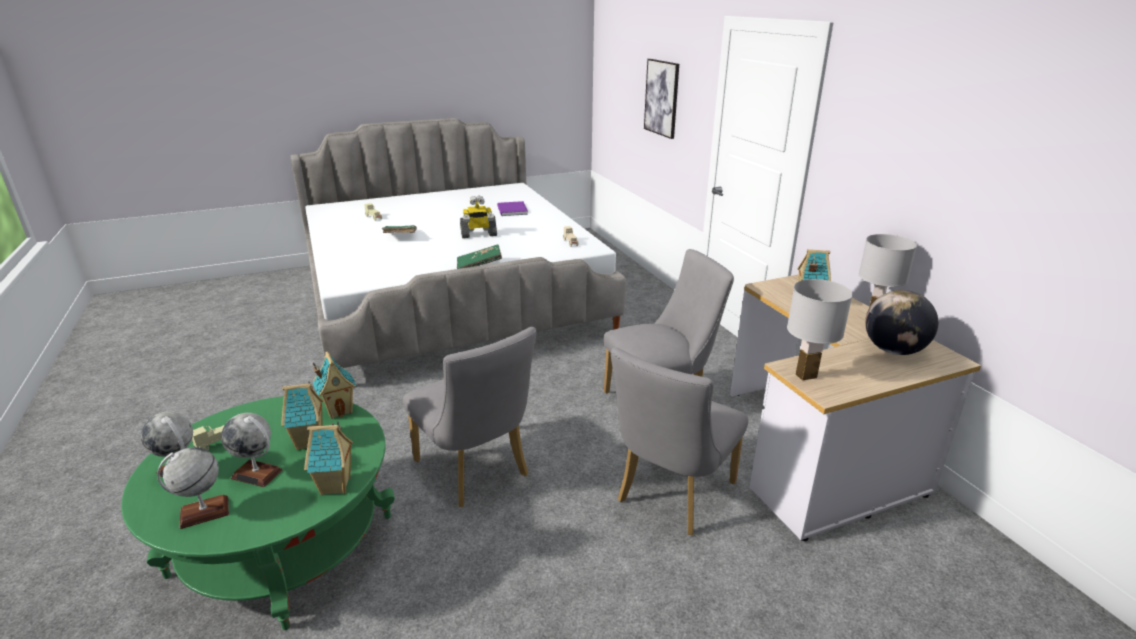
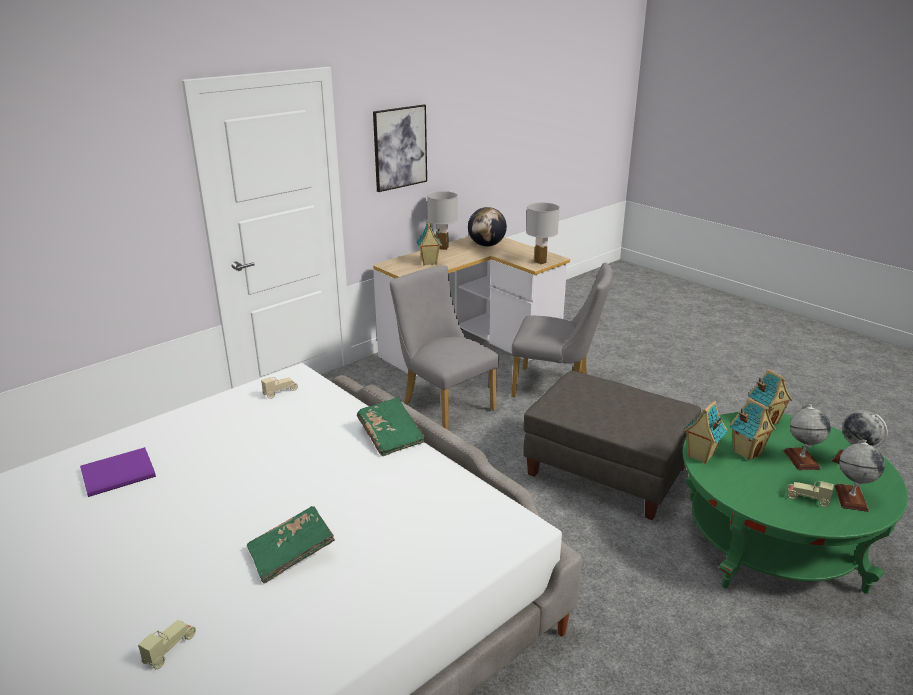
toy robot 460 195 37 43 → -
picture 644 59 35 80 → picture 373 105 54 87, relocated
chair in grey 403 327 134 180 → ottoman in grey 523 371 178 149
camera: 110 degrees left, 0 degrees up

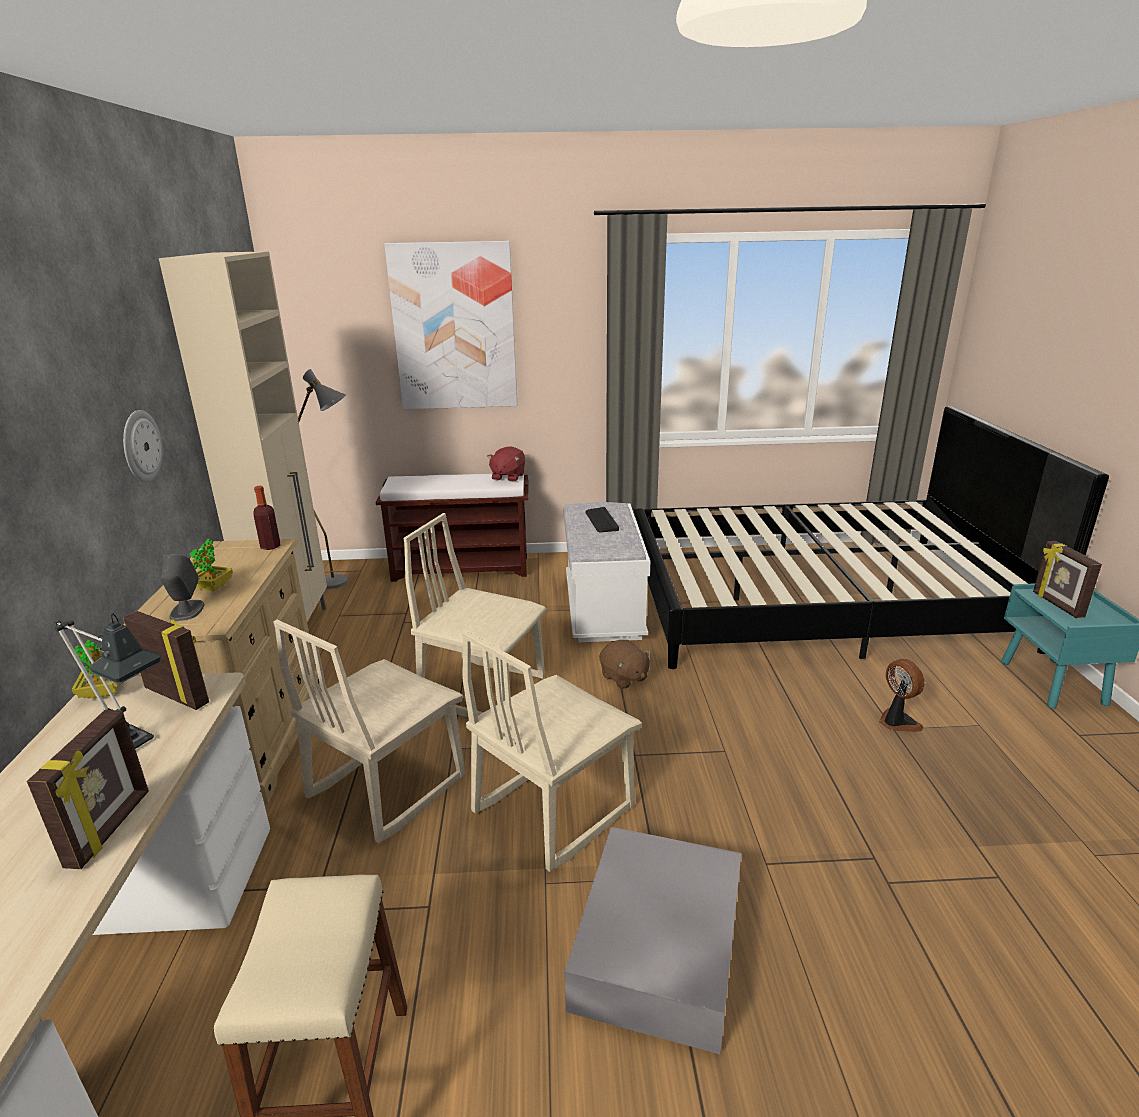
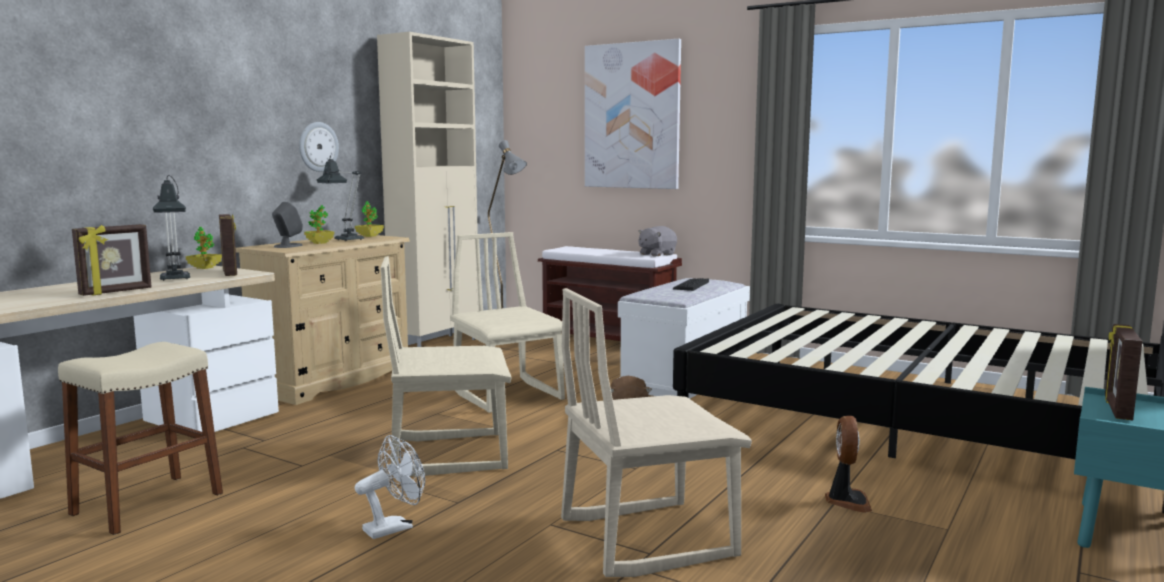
bottle 253 486 27 64 → -
- → table lamp 317 155 47 86
- → potted plant 355 201 29 36
chair in beige 274 620 191 224 → chair in beige 561 288 191 289, relocated
storage box in grey 565 827 176 227 → fan in white 355 435 70 104
plush toy in red 487 446 38 36 → plush toy in grey 638 226 39 31
camera: 35 degrees right, 15 degrees down

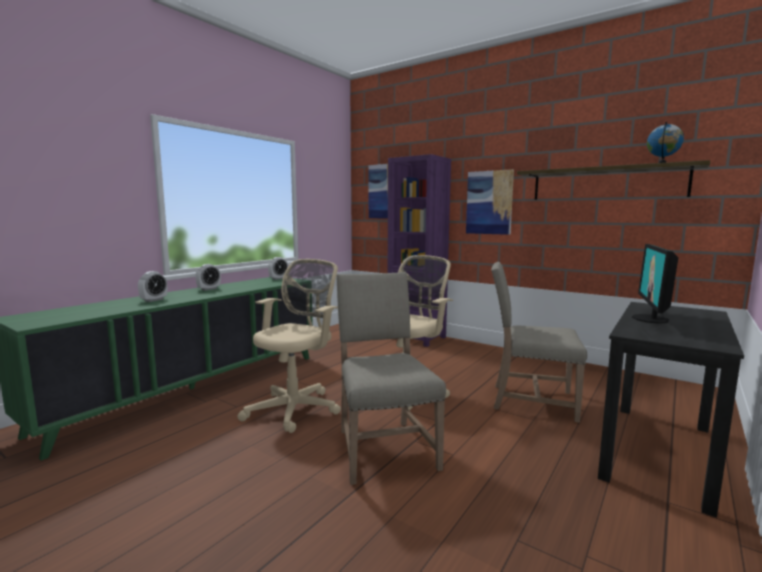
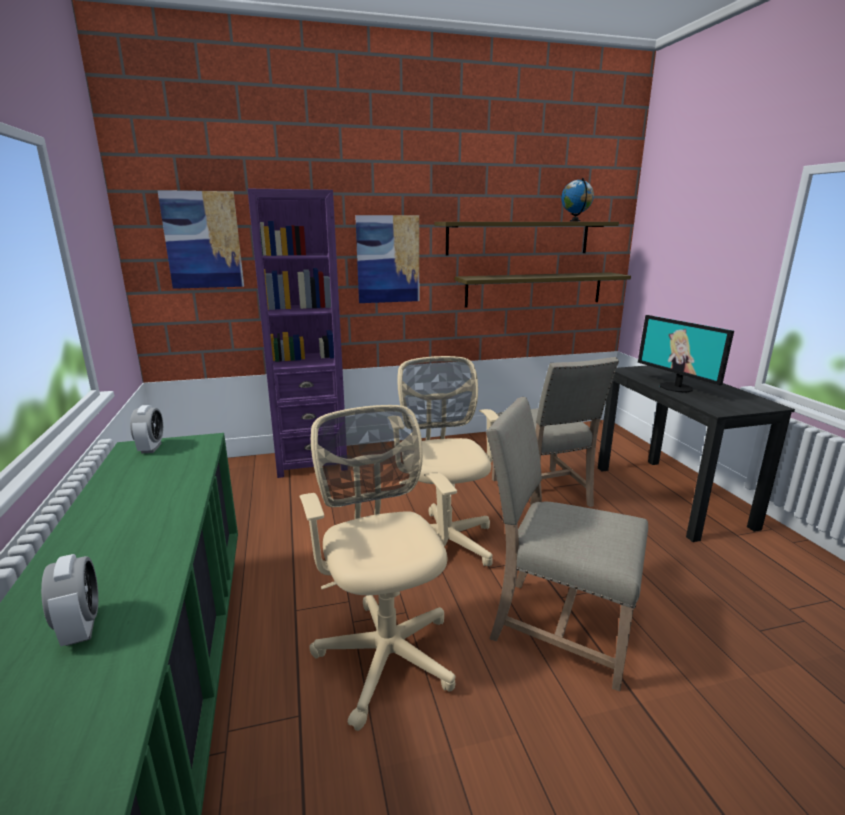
alarm clock 196 264 25 27 → -
- → shelf 455 272 176 36
chair in beige 491 262 96 161 → chair in beige 492 357 127 150, 75 degrees counterclockwise
camera: 50 degrees left, 10 degrees up

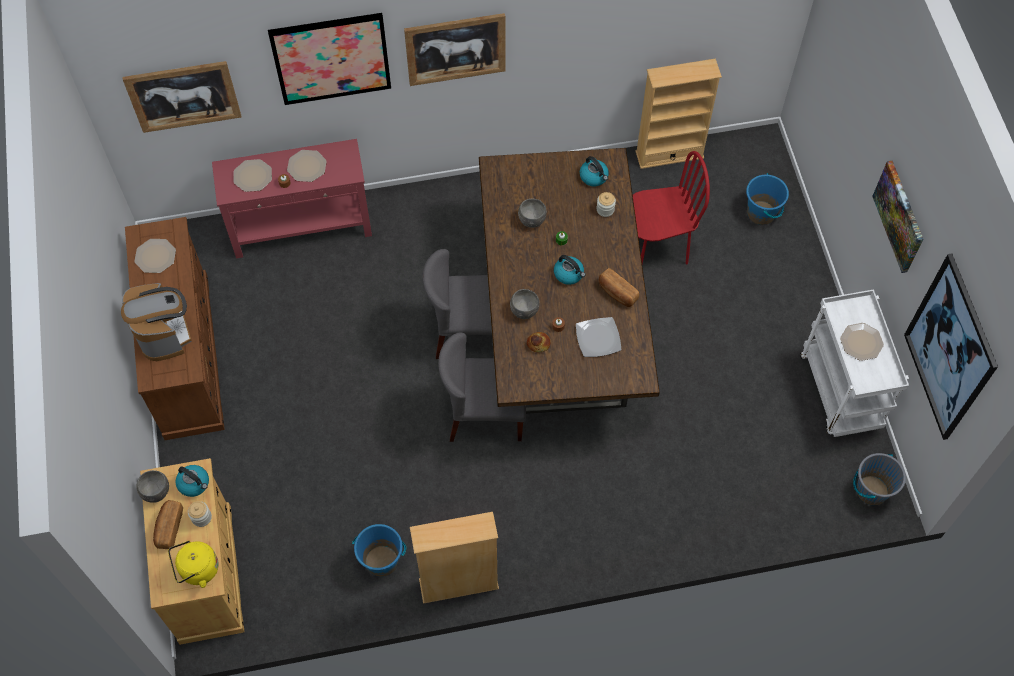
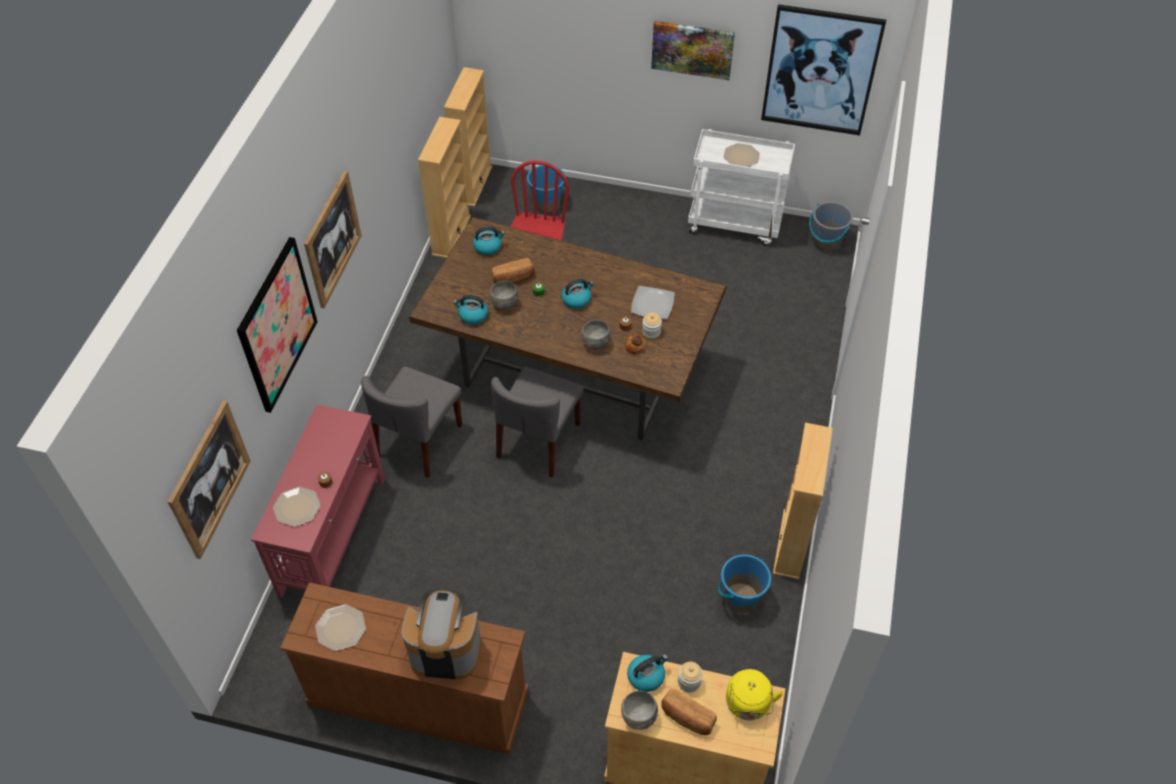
plate 287 150 40 32 → -
- → bookcase in beige 444 67 48 140
- → kettle 453 295 35 30
chair in grey 438 333 88 109 → chair in grey 361 366 101 112, relocated
jar 596 192 20 25 → jar 642 313 20 26, relocated
bread 598 268 41 39 → bread 491 258 44 25, relocated
camera: 65 degrees left, 10 degrees down

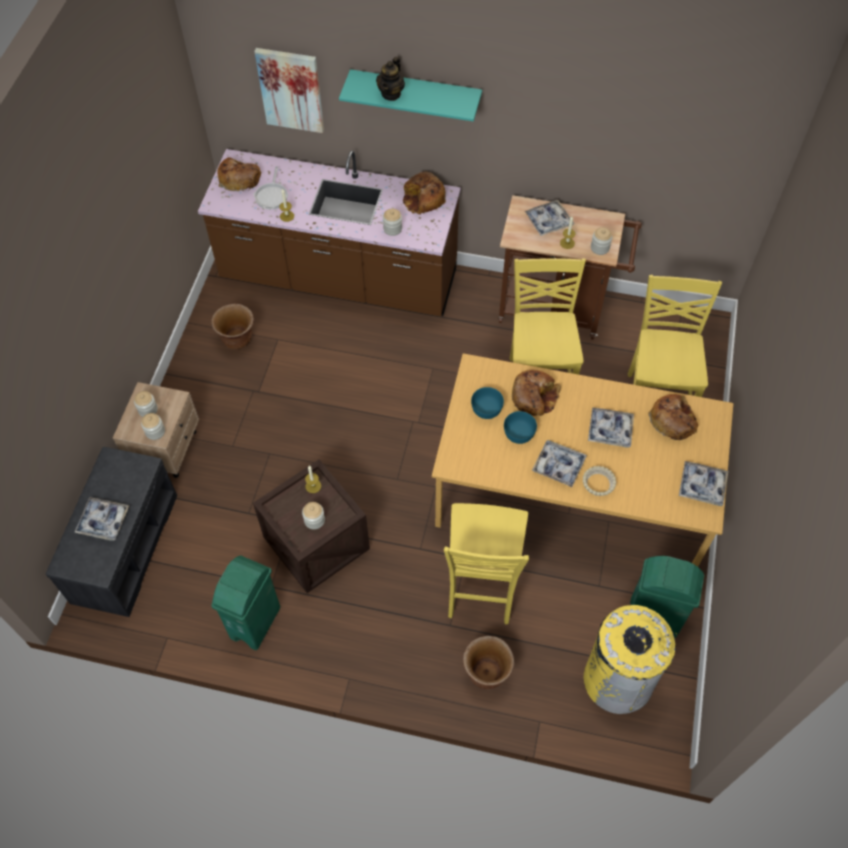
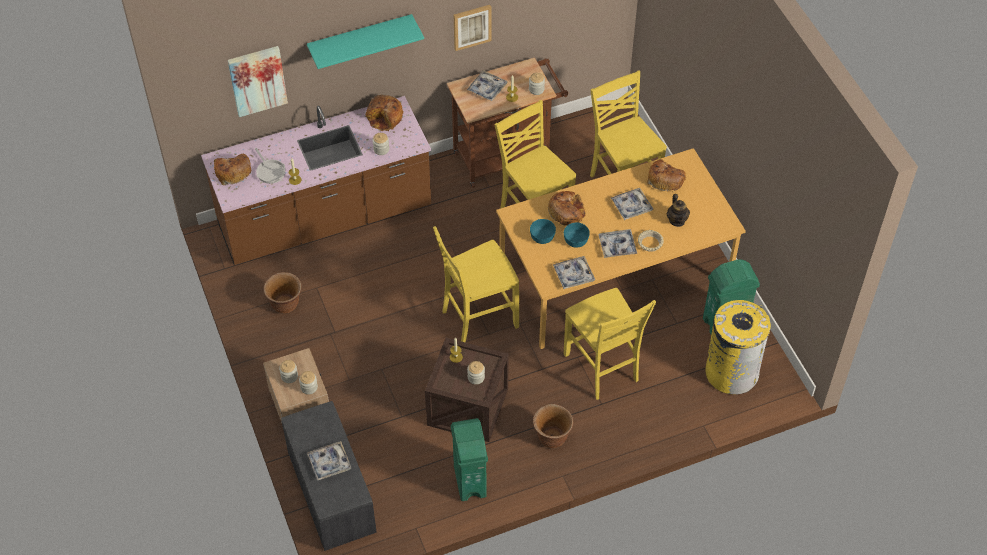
- → chair in yellow 433 226 86 117
- → picture 454 5 37 46
teapot 376 57 29 44 → teapot 667 194 23 33, relocated
planter in brown 463 636 51 53 → planter in brown 533 404 41 44, relocated
tray 679 461 49 45 → tray 553 256 42 33, relocated
camera: 35 degrees left, 5 degrees down

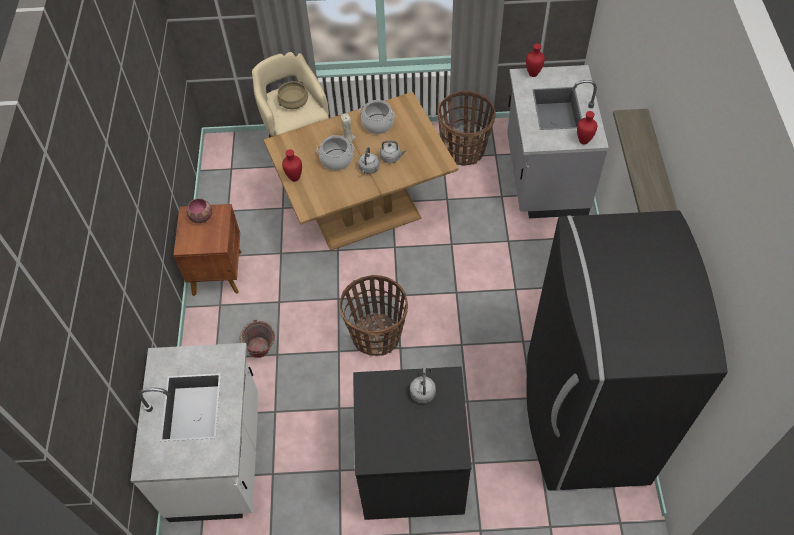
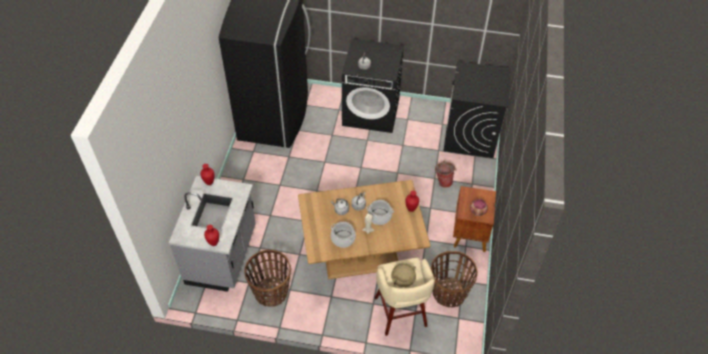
shelf 613 109 65 103 → -
basket 340 275 68 81 → basket 431 251 47 57, relocated
counter in white 131 343 128 179 → washing machine in black 443 62 68 96
camera: 170 degrees left, 5 degrees down

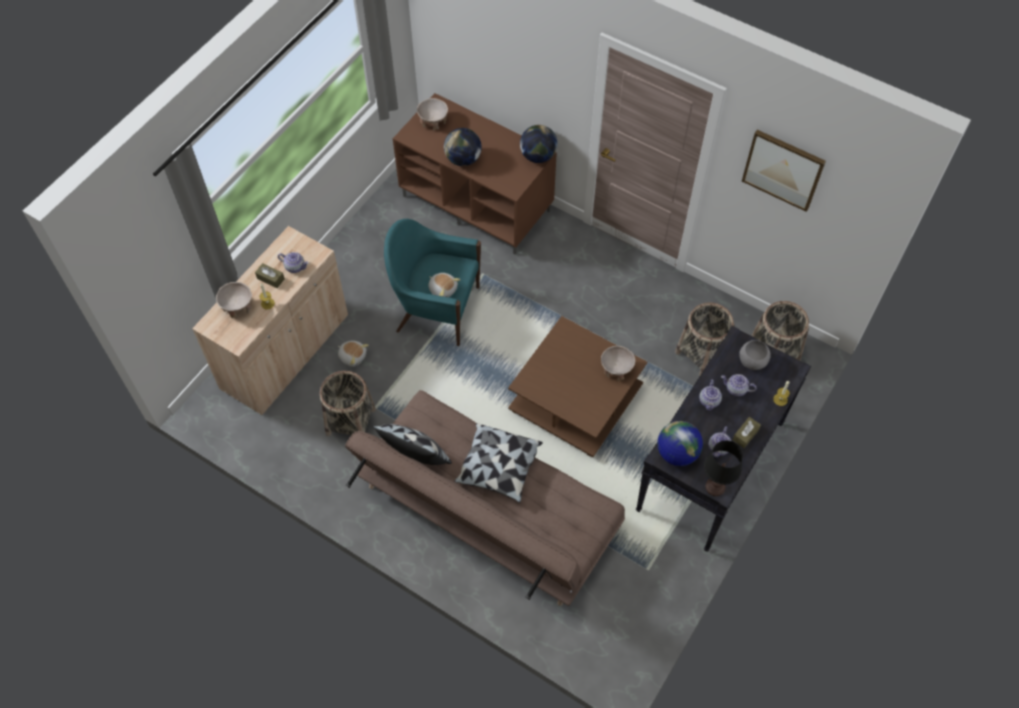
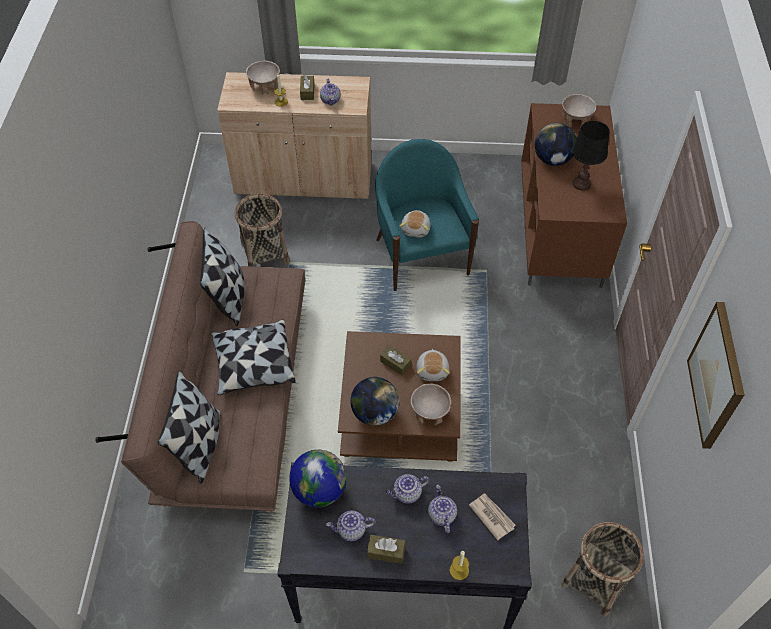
basket 675 303 60 73 → -
- → pillow 157 370 63 114
- → tissue box in brown 380 345 31 31
plush toy 338 340 31 27 → plush toy 417 349 33 32, relocated
globe 520 125 38 38 → globe 350 377 49 49, relocated
table lamp in black 704 440 39 56 → table lamp in black 572 121 38 70, relocated
bowl in grey 739 340 32 30 → newspaper 469 493 47 48
camera: 60 degrees right, 5 degrees down

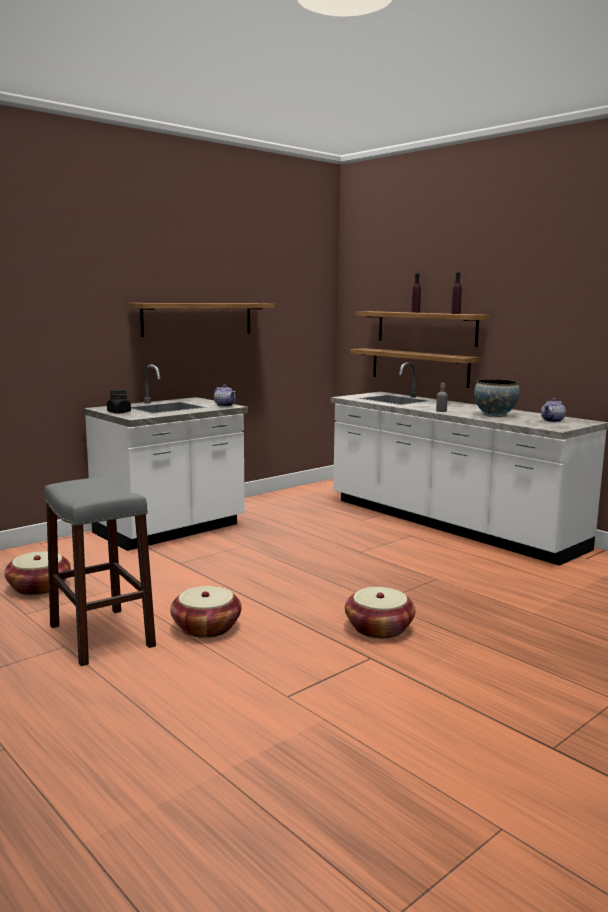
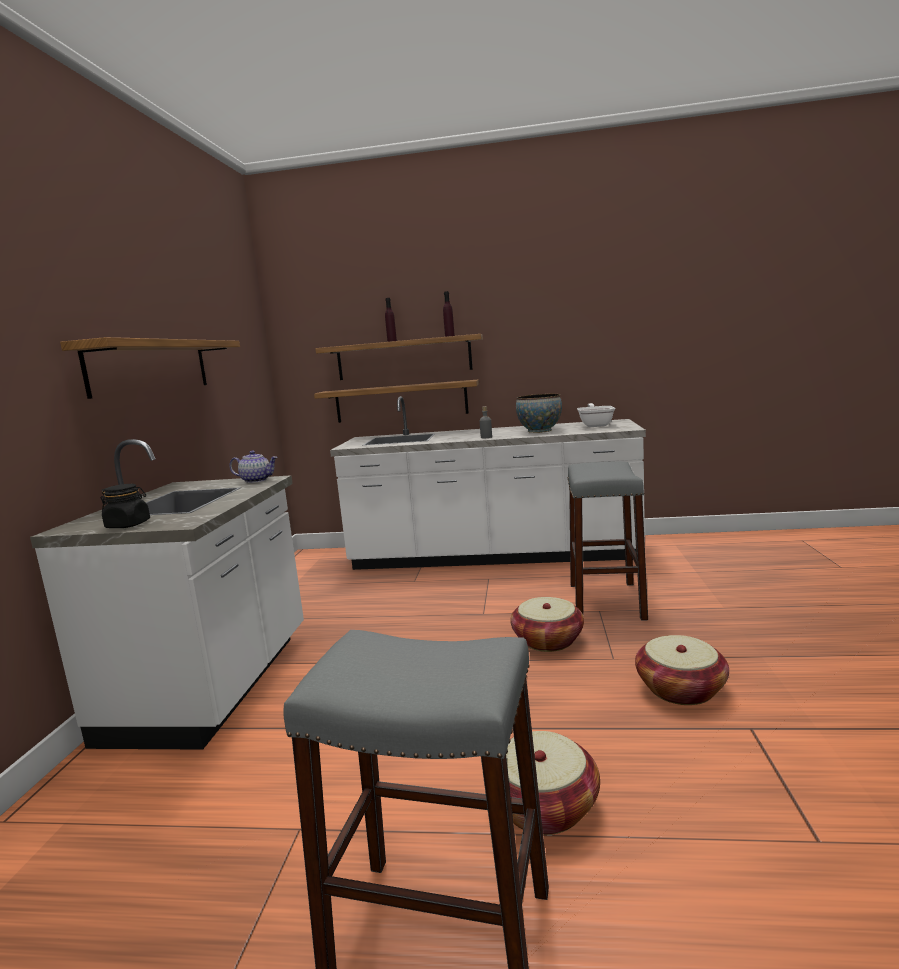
- → stool in grey 567 462 81 159
basket 4 551 67 45 → basket 510 597 74 55, relocated
teapot 541 398 25 24 → frying pan 577 403 38 24
camera: 40 degrees left, 0 degrees up

